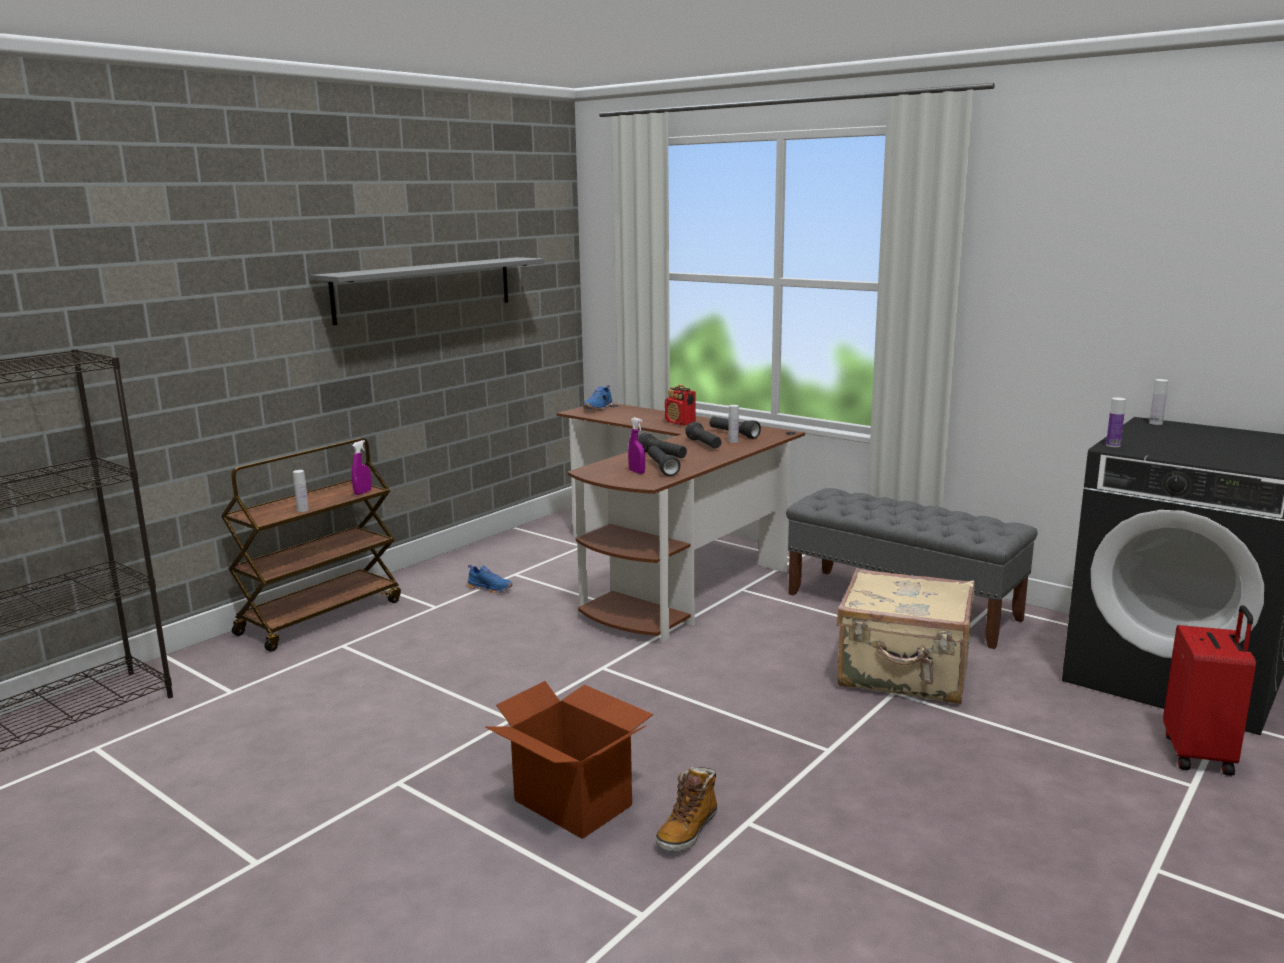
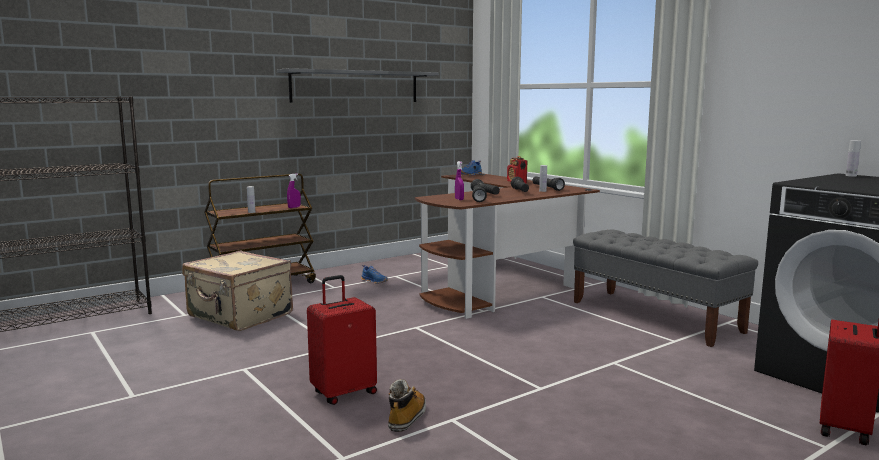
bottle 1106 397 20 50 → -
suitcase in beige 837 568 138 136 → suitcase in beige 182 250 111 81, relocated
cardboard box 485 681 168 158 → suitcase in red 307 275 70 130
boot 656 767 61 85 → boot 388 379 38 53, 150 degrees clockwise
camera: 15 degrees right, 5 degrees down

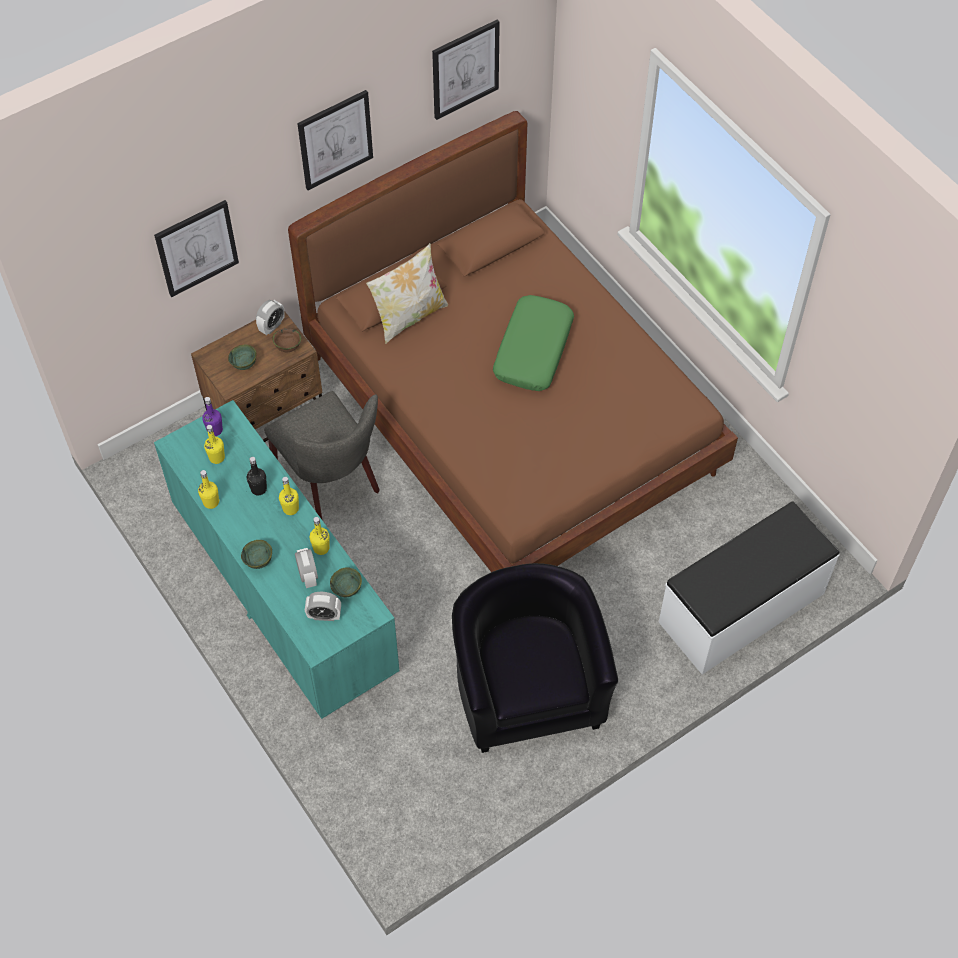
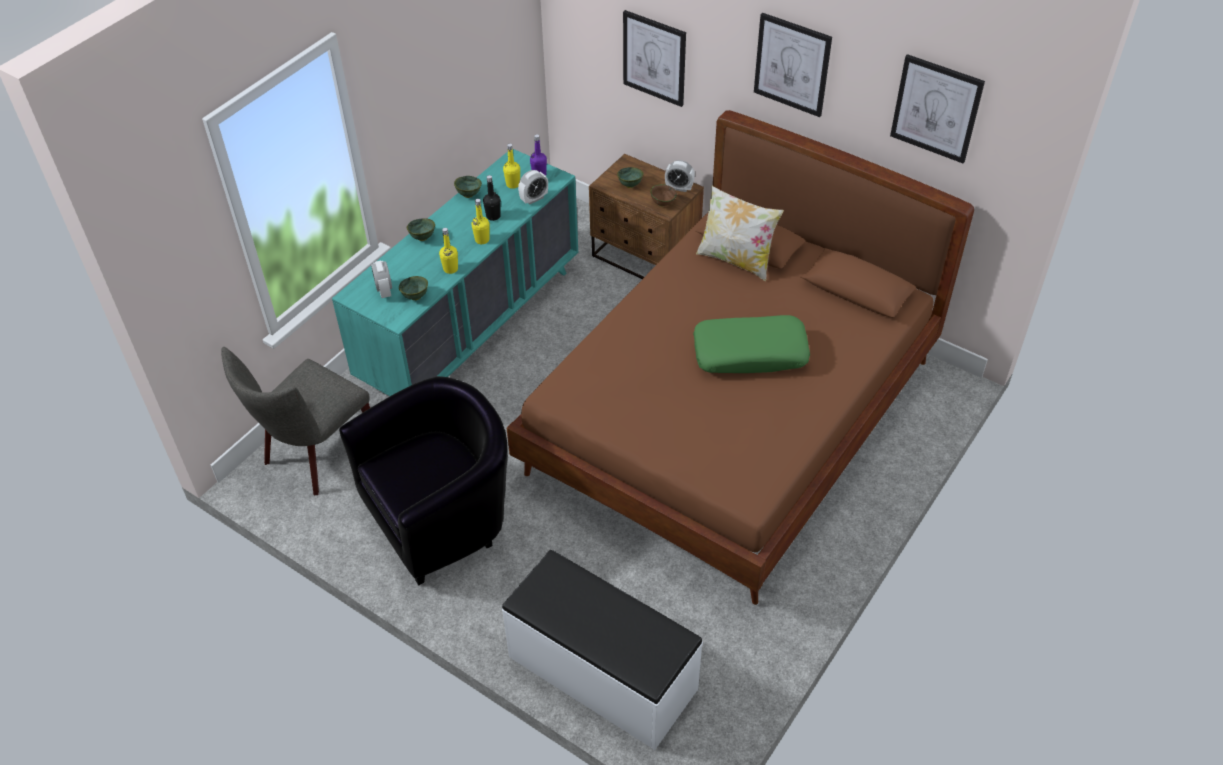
chair in grey 264 391 116 130 → chair in grey 221 347 149 148, relocated
alarm clock 295 548 23 40 → alarm clock 518 170 30 35, relocated
bottle in yellow 198 470 22 39 → bowl in green 454 176 28 22
camera: 70 degrees right, 10 degrees down

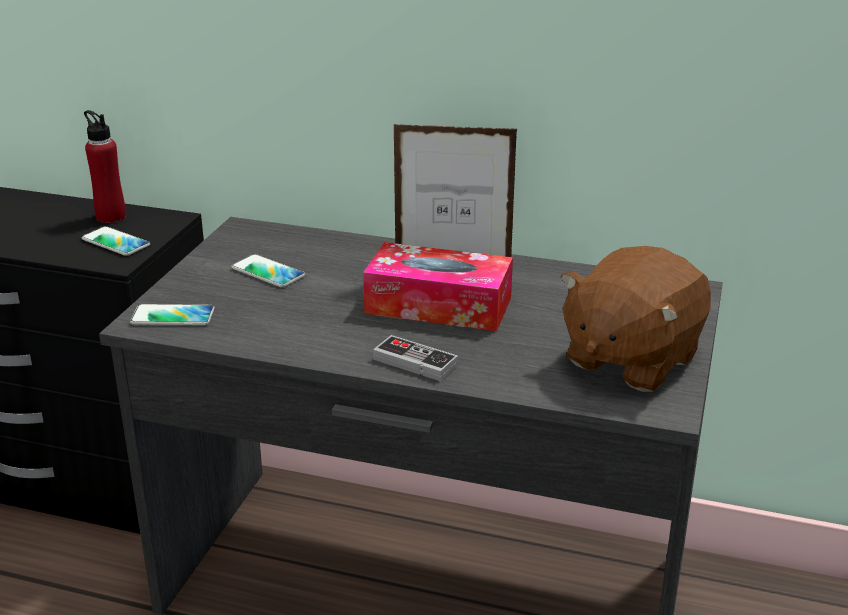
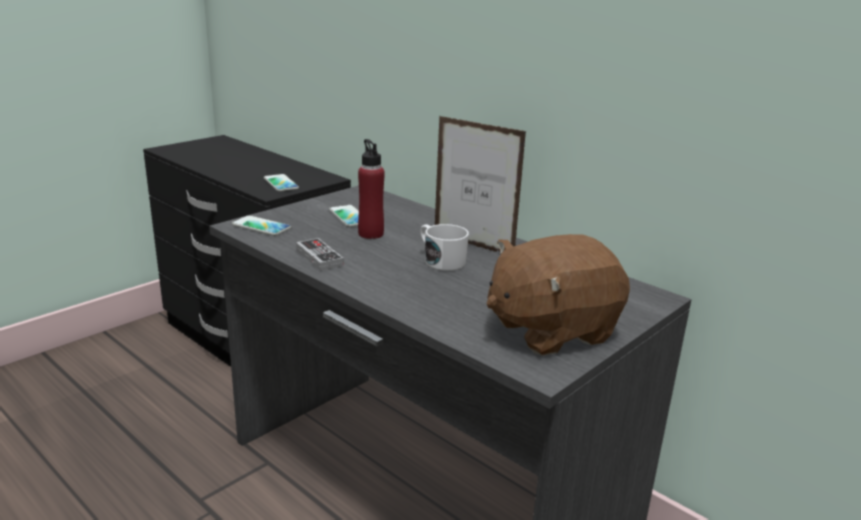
bottle in red 84 110 42 113 → bottle in red 358 139 27 100, relocated
game controller 373 335 85 46 → game controller 296 238 48 33, relocated
tissue box 363 242 150 89 → mug in white 420 224 49 47
camera: 25 degrees right, 5 degrees down

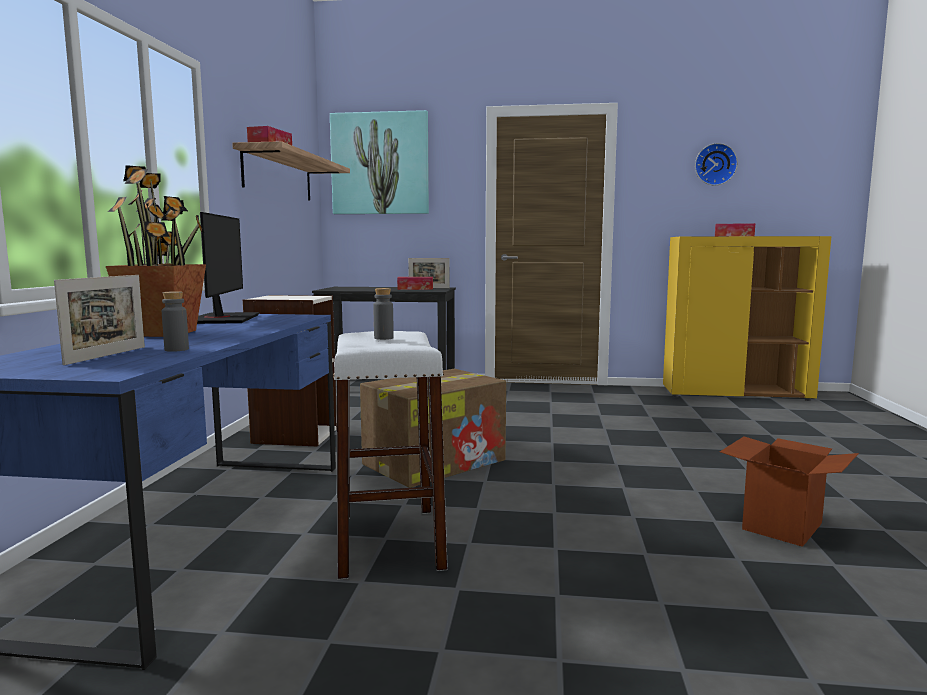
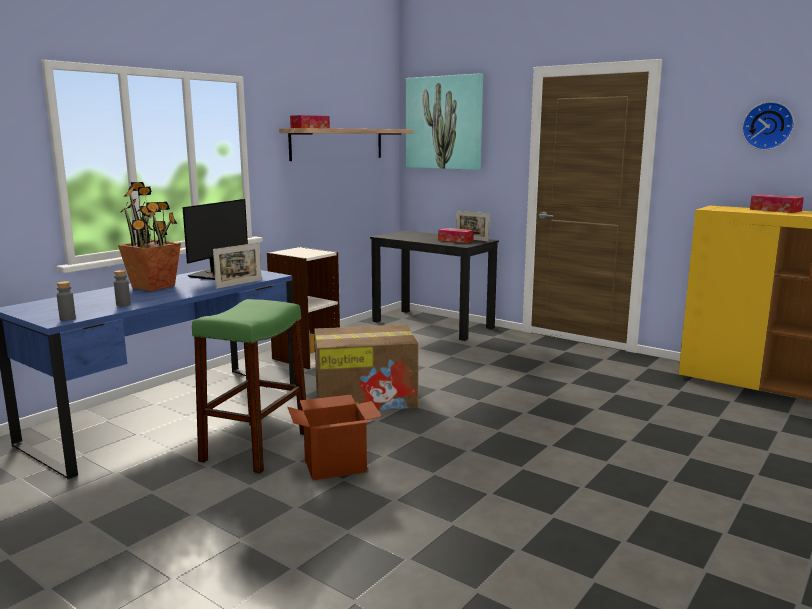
picture frame 54 275 91 90 → picture frame 213 243 49 46, relocated
bottle in grey 373 288 21 52 → bottle in grey 57 281 19 40, relocated
cardboard box 720 436 139 111 → cardboard box 287 395 95 85, relocated
stool in white 333 331 115 249 → stool in green 192 299 114 175
camera: 30 degrees right, 5 degrees up

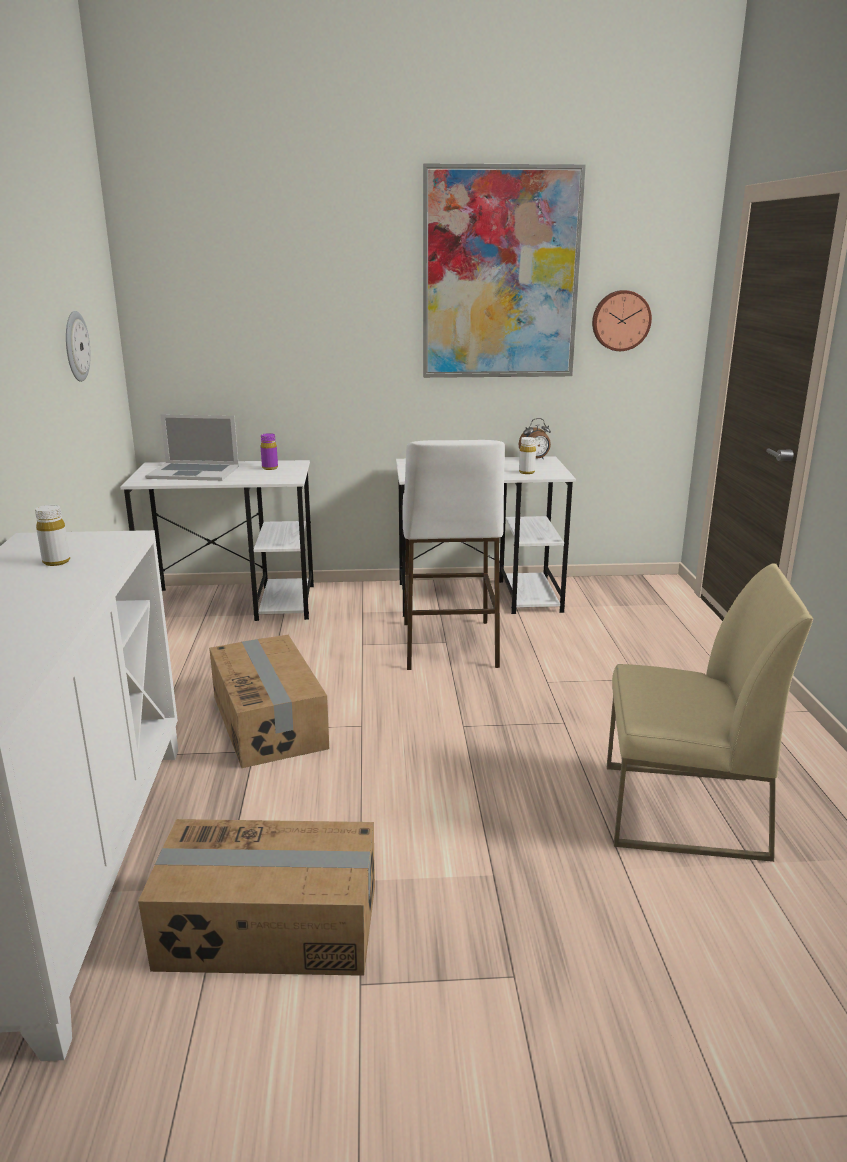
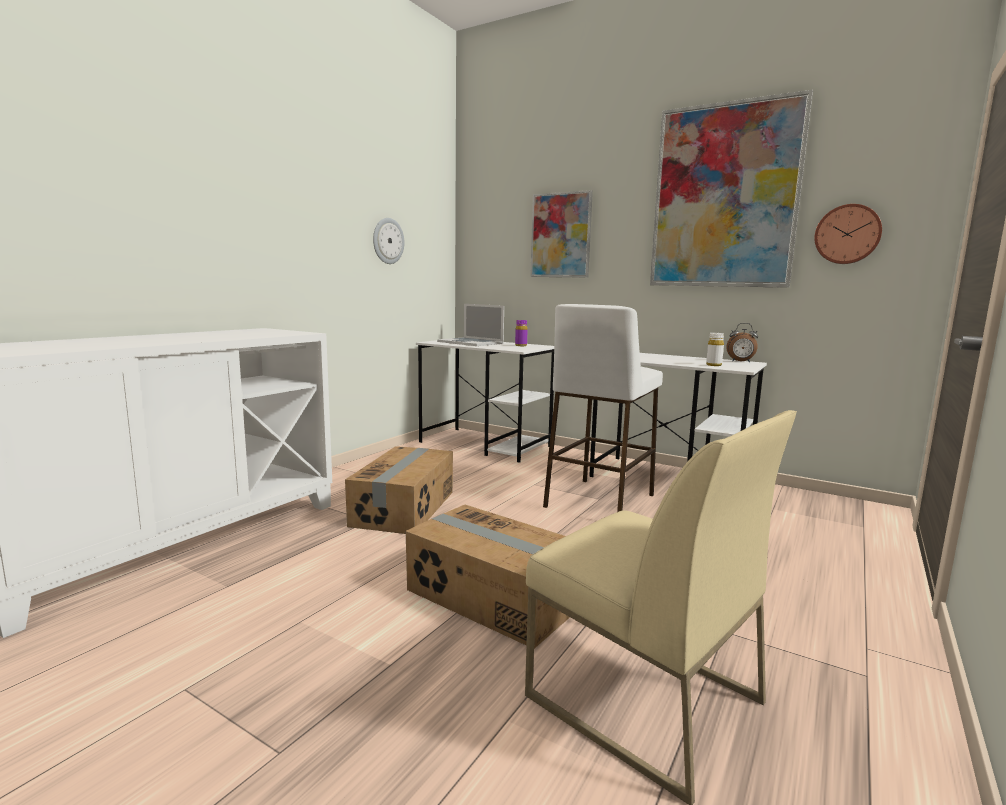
bottle in white 35 505 35 61 → -
- → picture 530 190 63 88
cardboard box 138 819 237 157 → cardboard box 406 505 164 144, relocated
camera: 35 degrees right, 10 degrees down

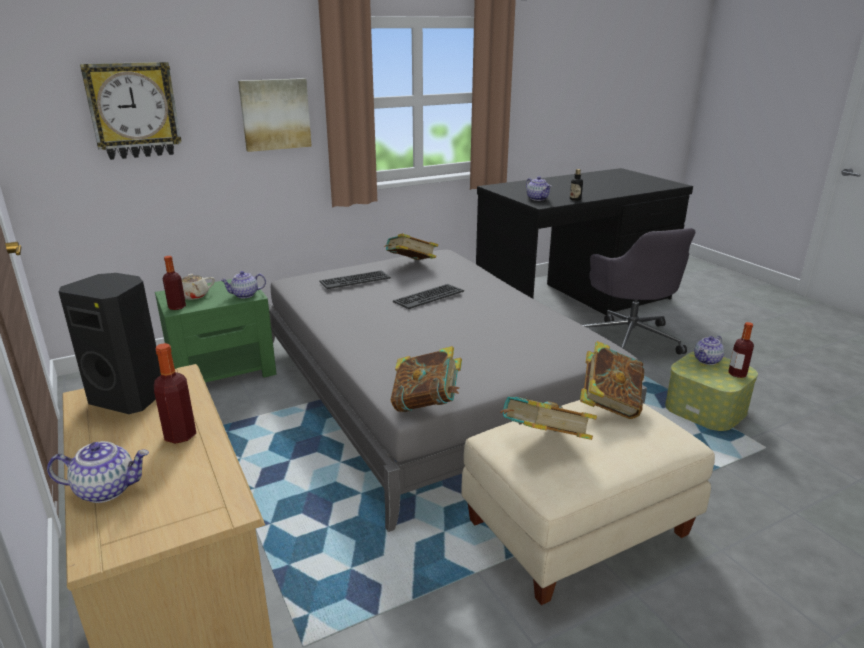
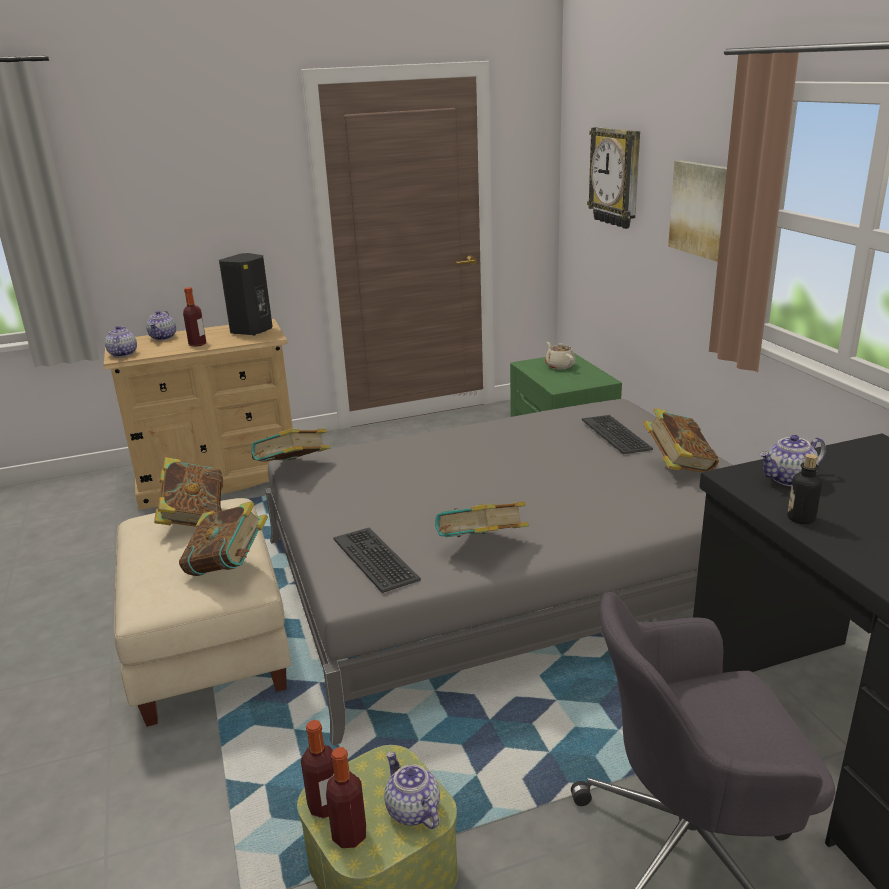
- → book 435 501 94 36
bottle 163 256 23 54 → bottle 301 720 33 98, relocated
teapot 220 271 46 27 → teapot 105 326 32 31, relocated
keyboard 393 284 71 25 → keyboard 333 528 88 65, relocated
camera: 100 degrees right, 0 degrees up

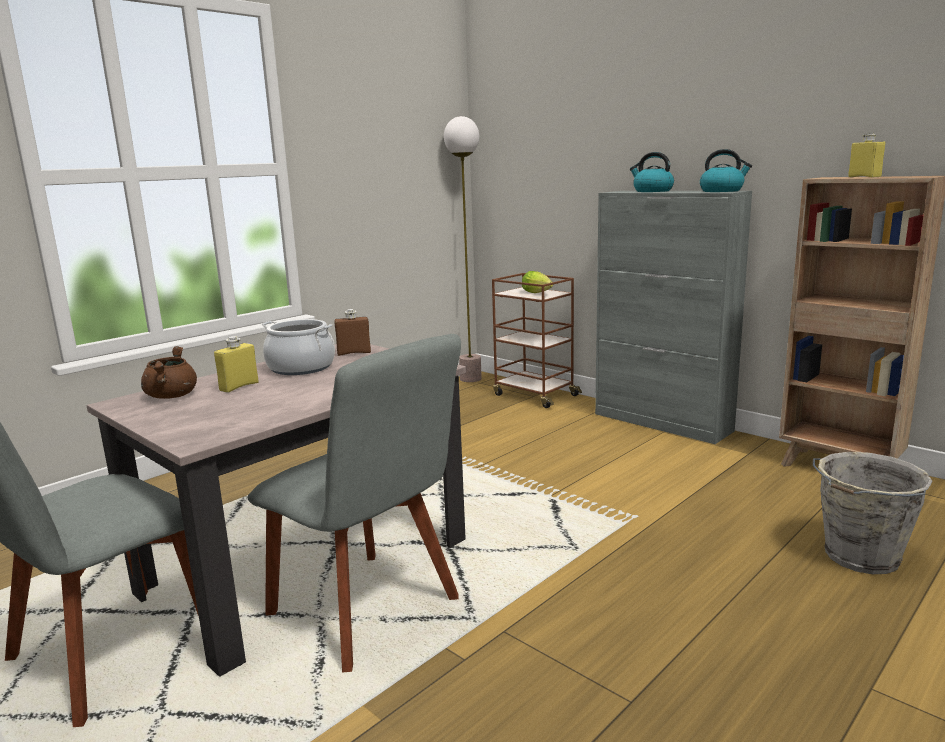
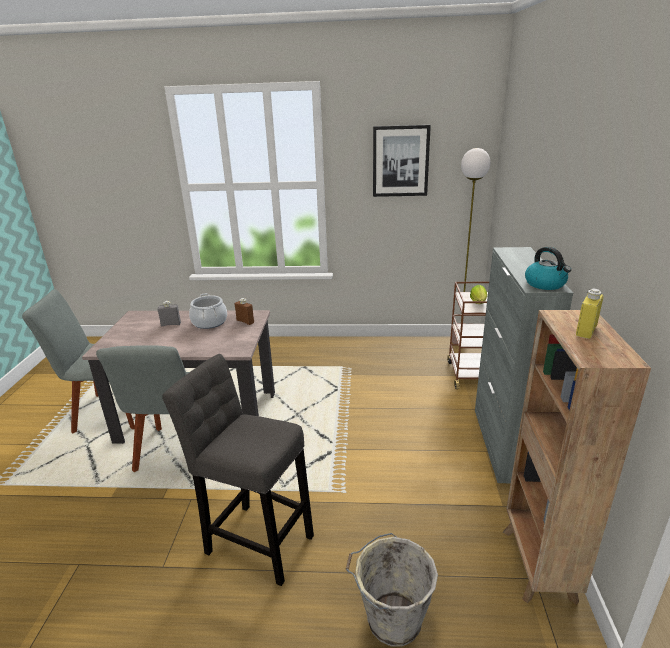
cooking pot in brown 141 346 56 53 → -
kettle 630 152 44 40 → -
- → stool in grey 162 354 152 232
- → picture 373 125 58 72
bottle in yellow 214 336 45 57 → bottle in grey 158 301 23 25
camera: 50 degrees right, 10 degrees up

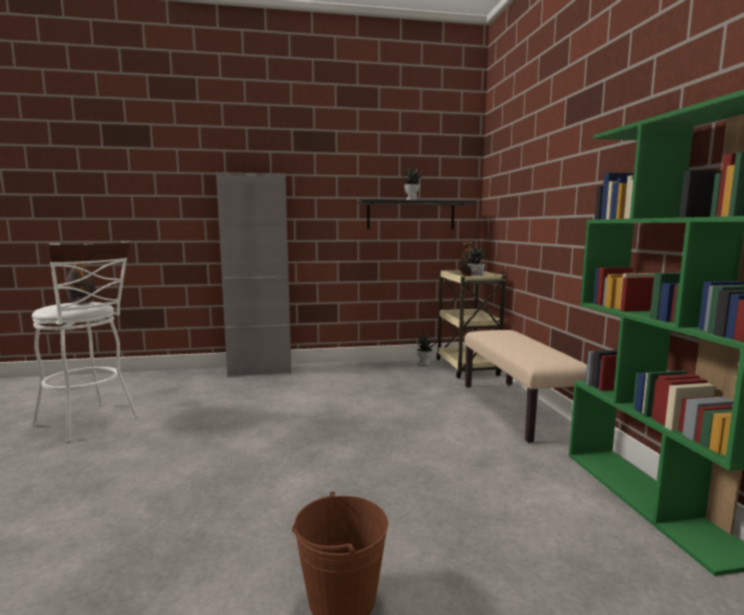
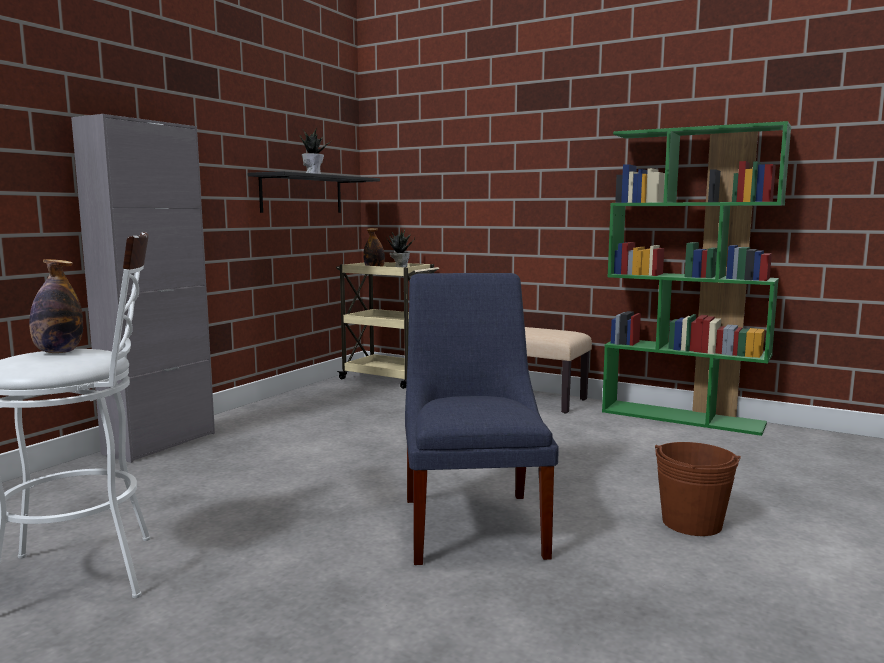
potted plant 414 332 24 34 → -
- → chair in blue 405 273 154 292
camera: 50 degrees left, 0 degrees up

